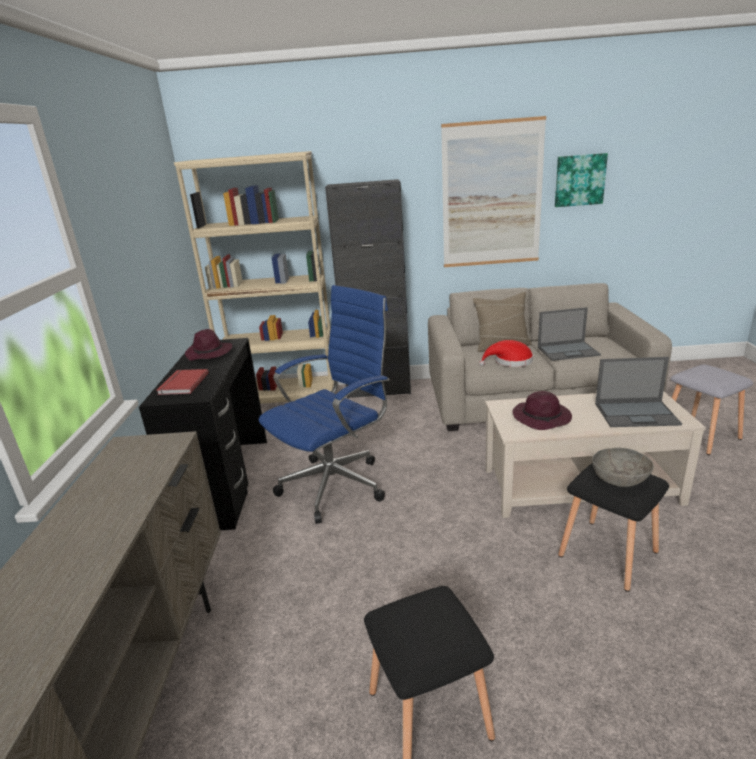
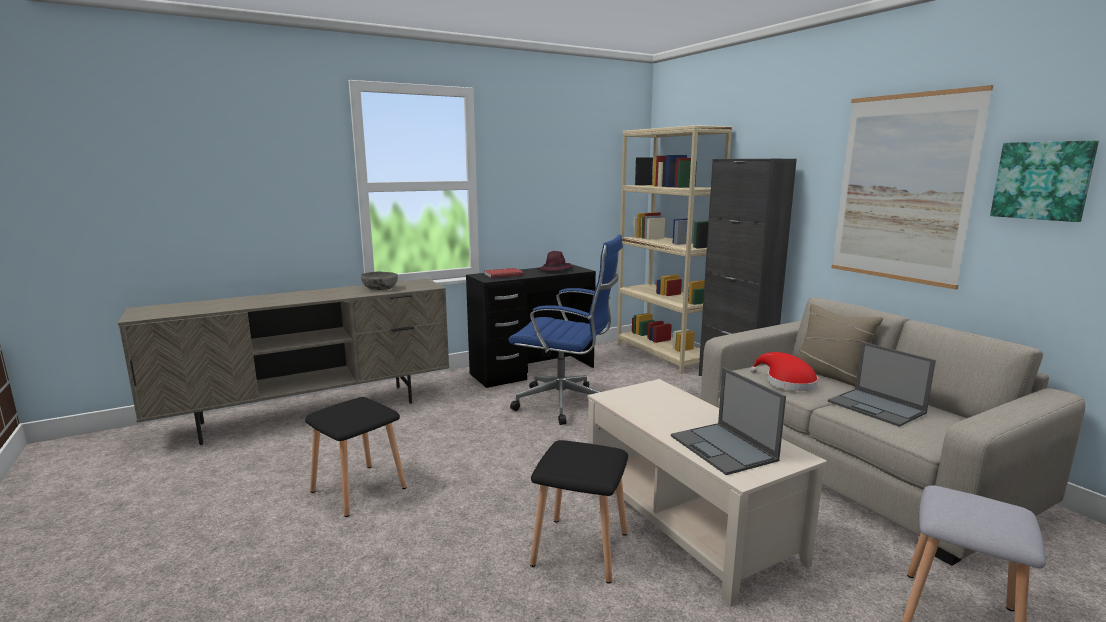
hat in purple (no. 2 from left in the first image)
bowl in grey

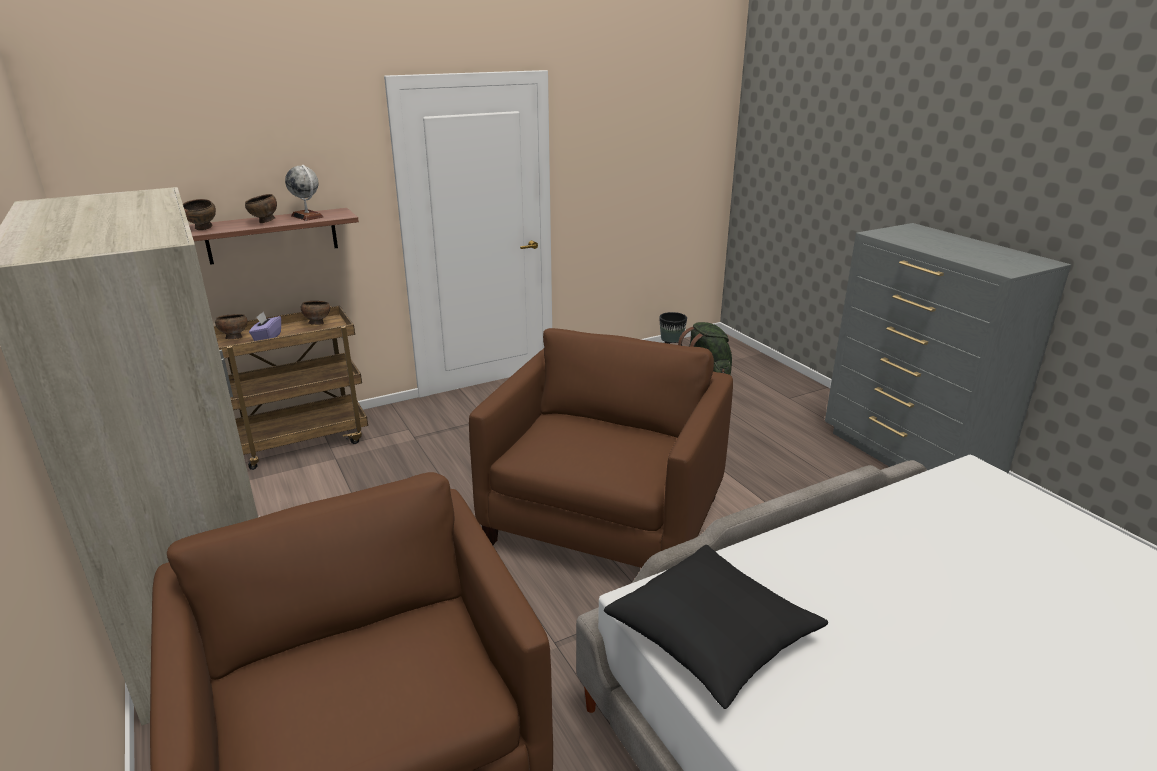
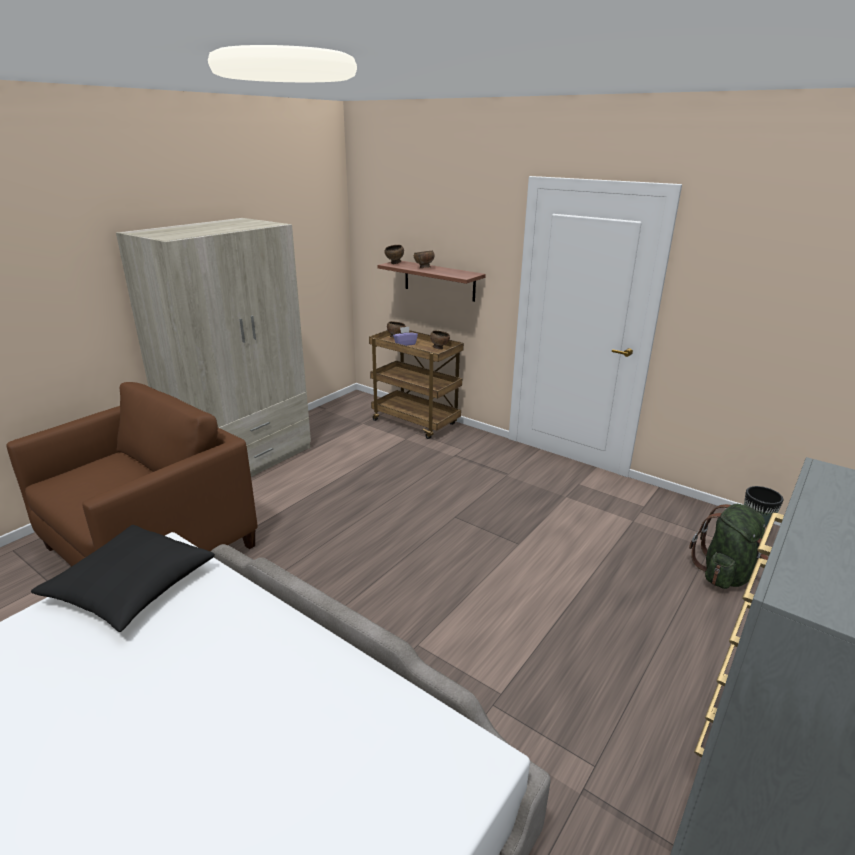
globe
armchair in brown (no. 2 from left in the first image)

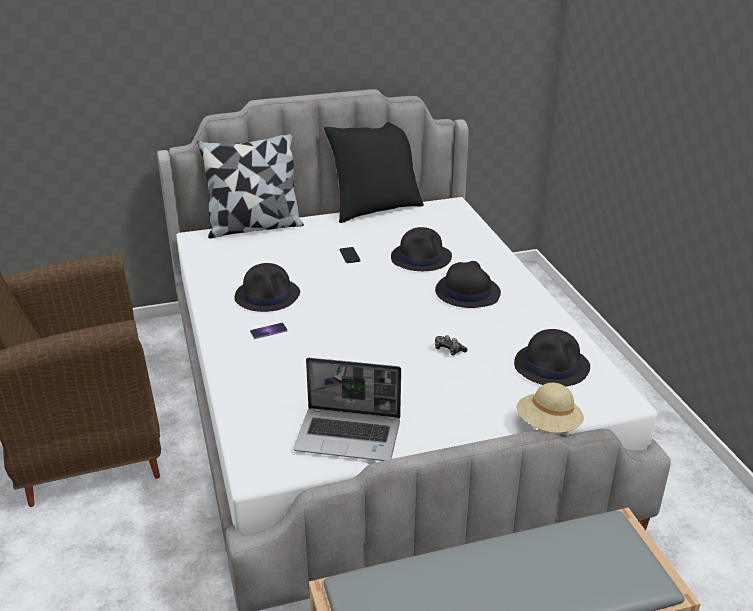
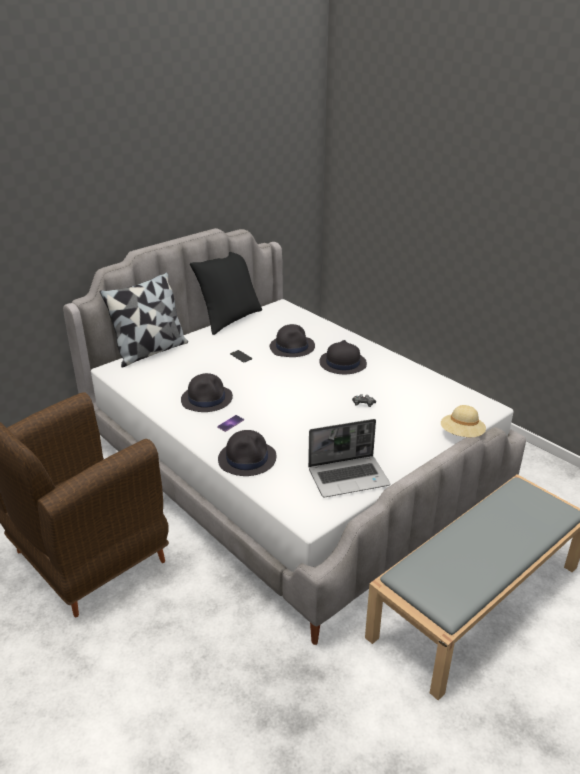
hat in black (no. 2 from left)

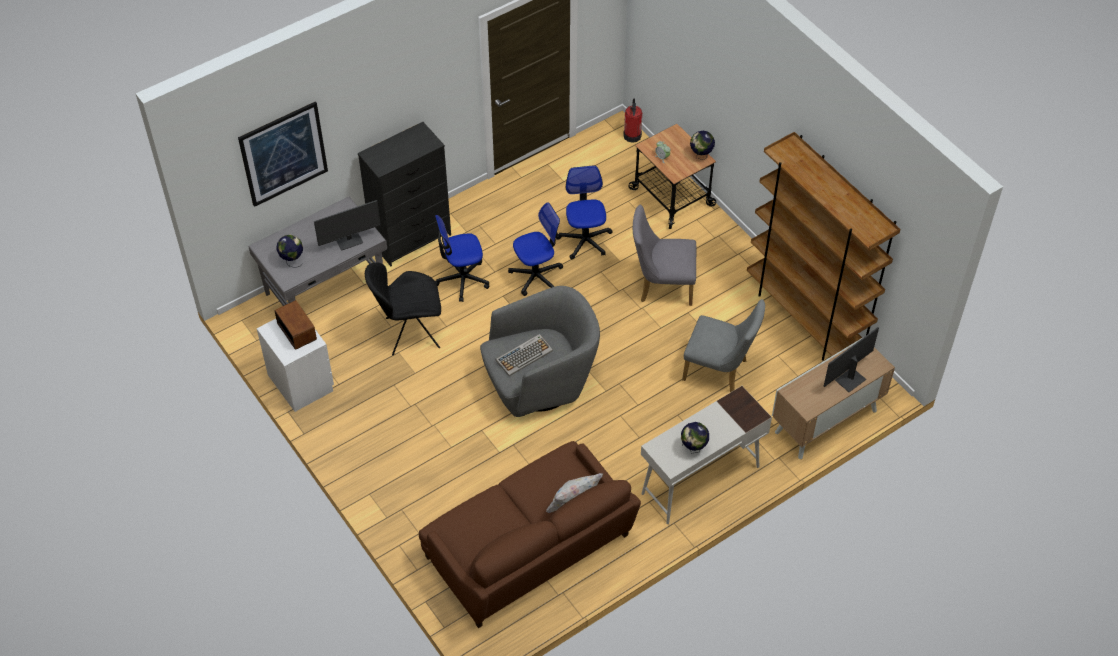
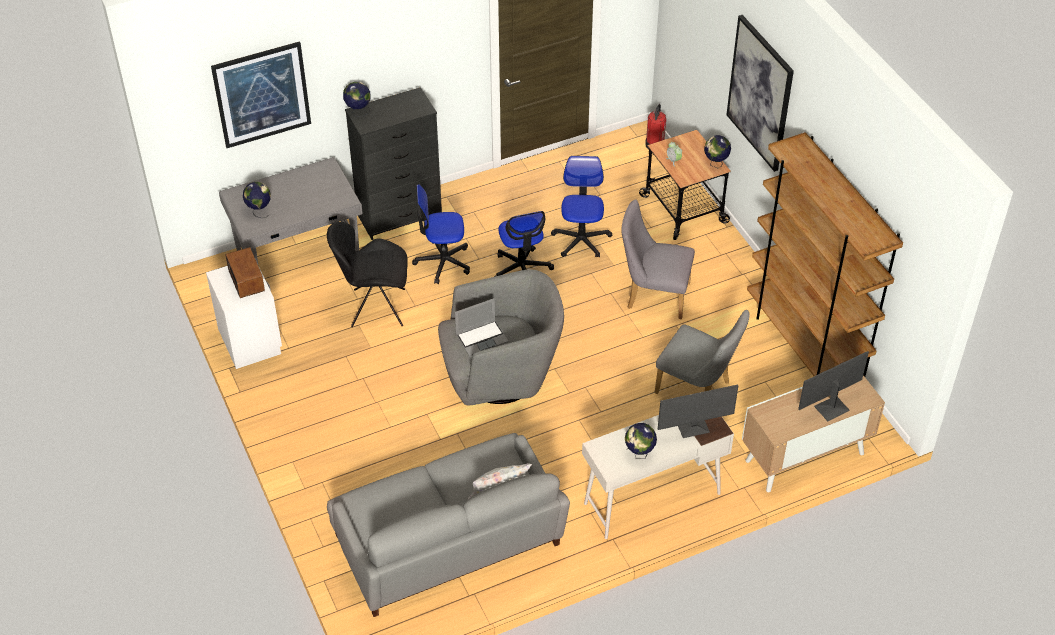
monitor (no. 1 from left)
office chair (no. 2 from left)
laptop
sofa in grey
picture (no. 2 from left)
globe (no. 2 from left)

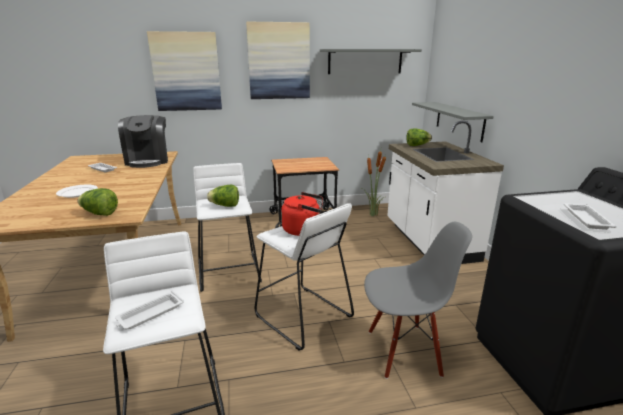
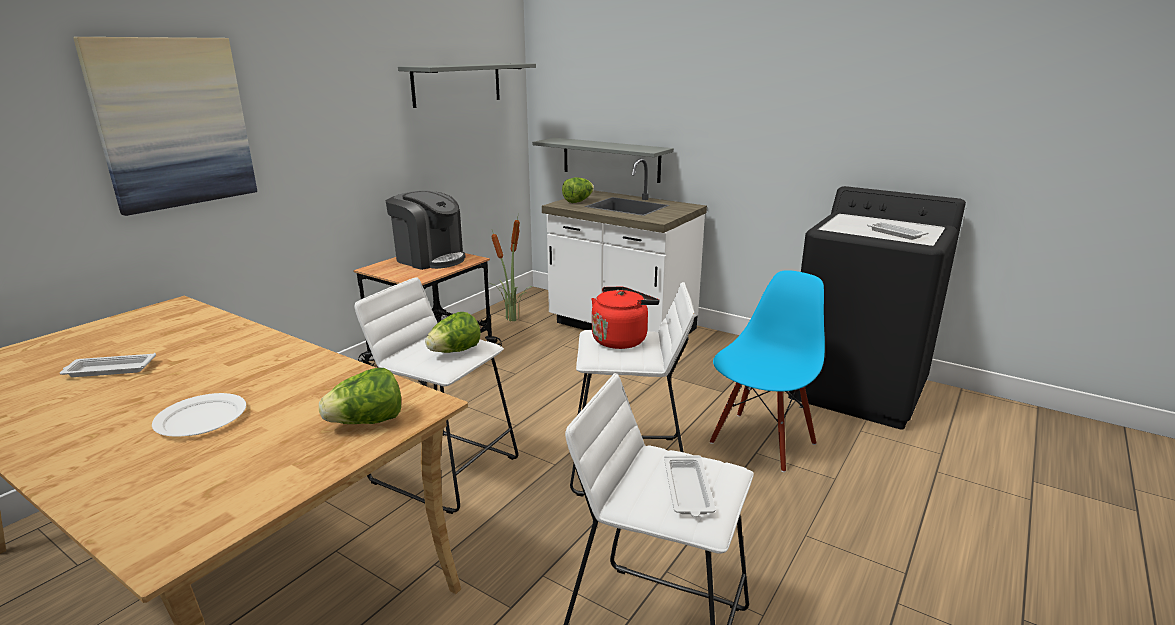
picture (no. 2 from left in the first image)
coffee machine
chair in blue

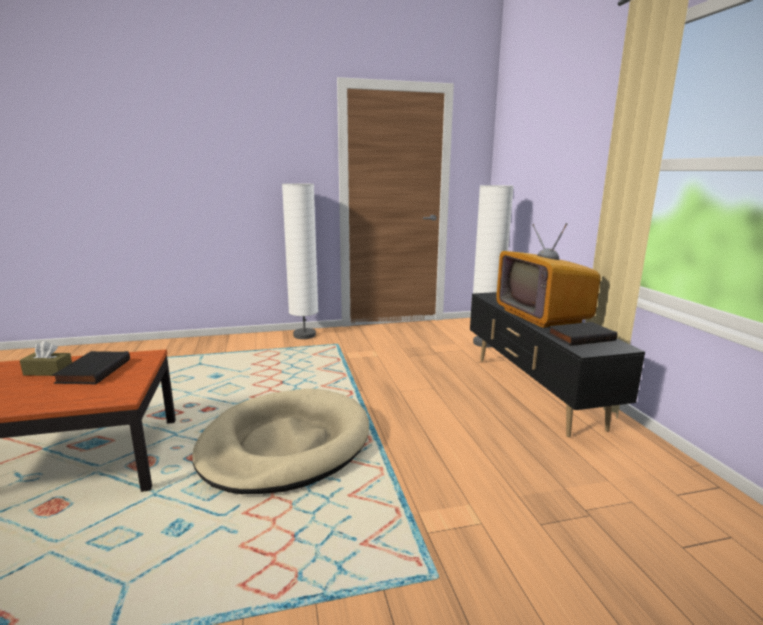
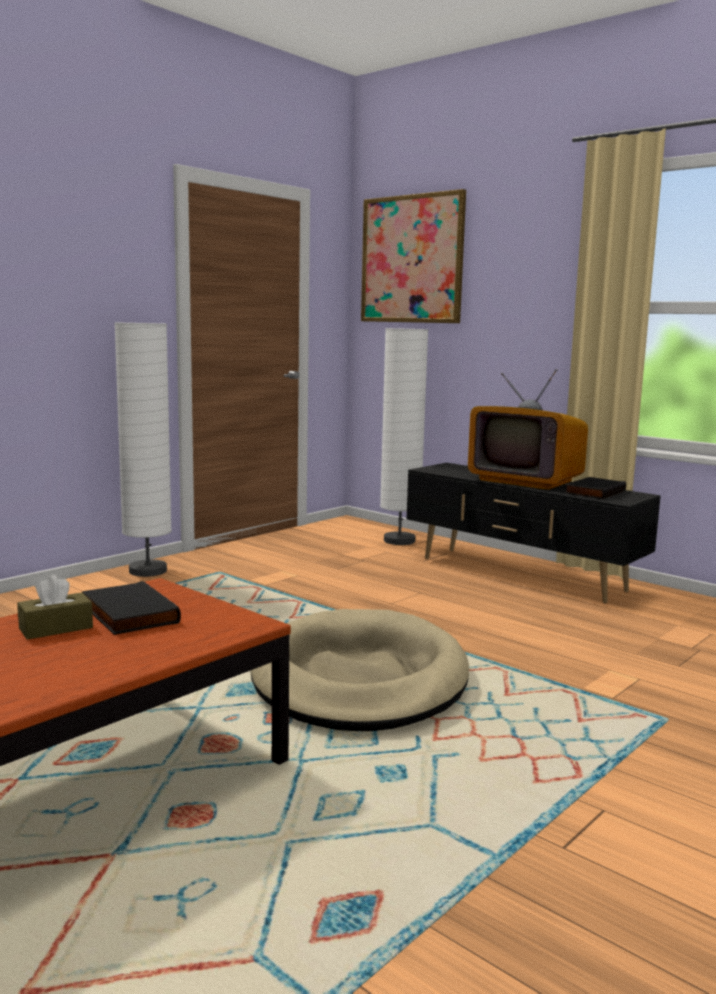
picture

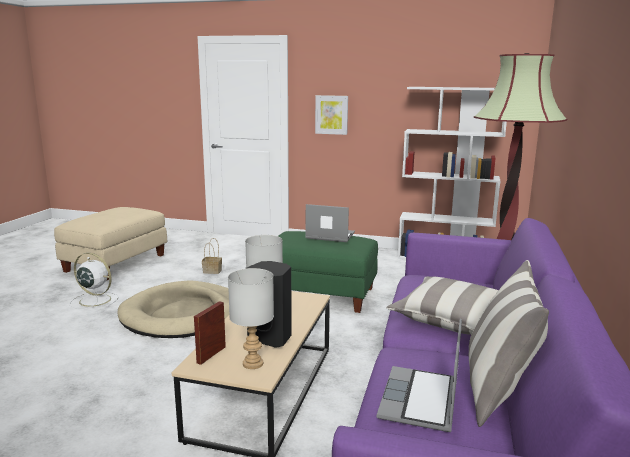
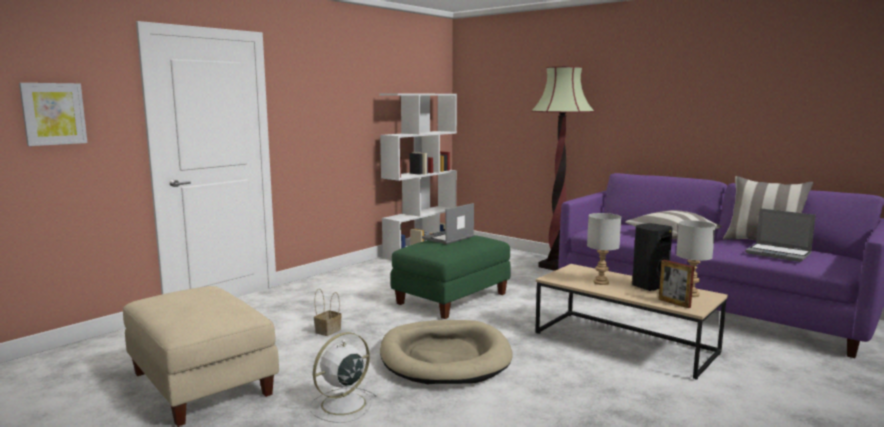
picture

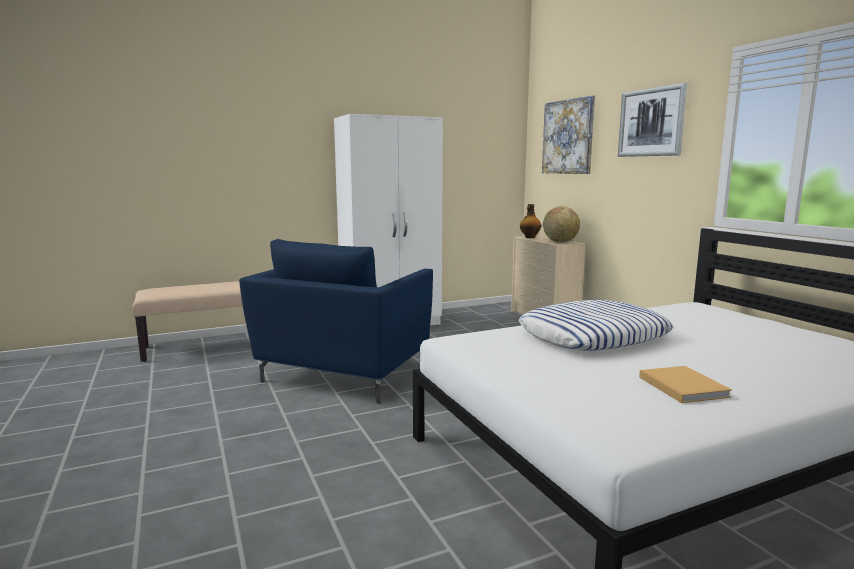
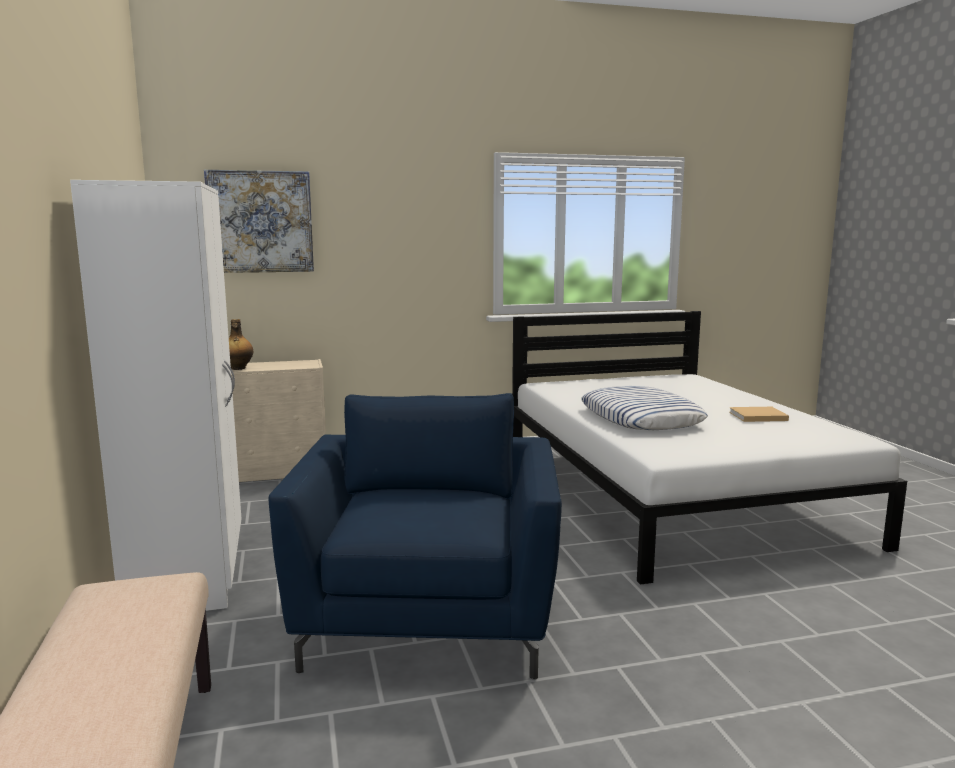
picture (no. 2 from left in the first image)
globe
armchair in blue

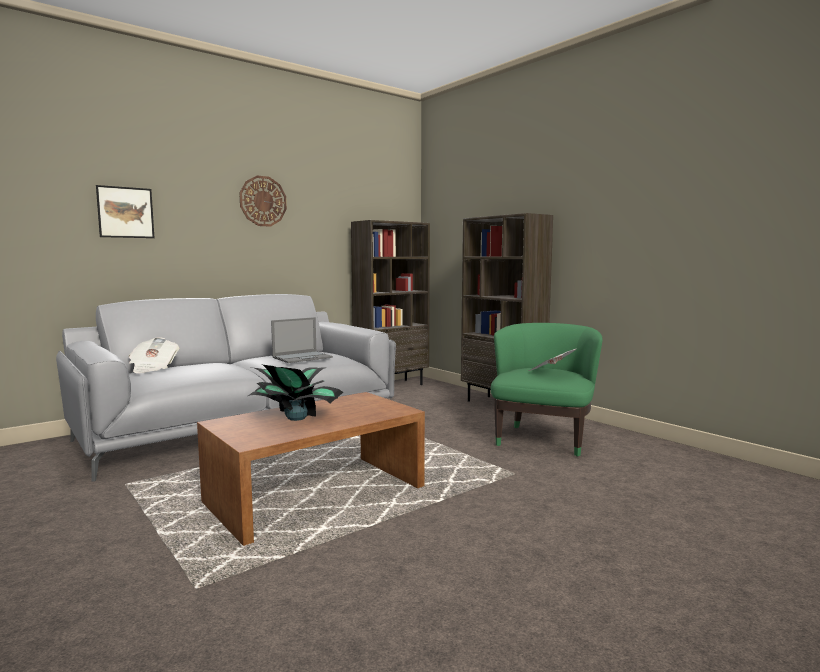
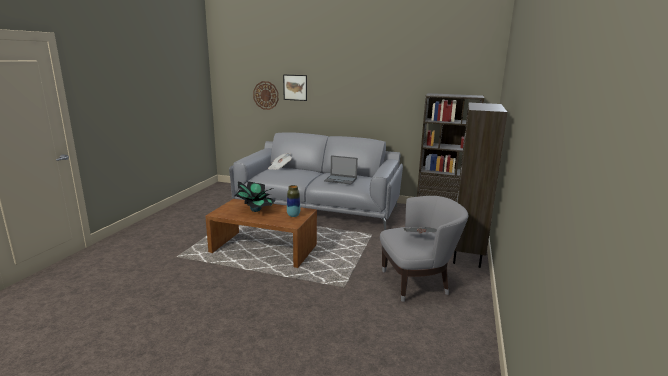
wall clock
armchair in grey
vase

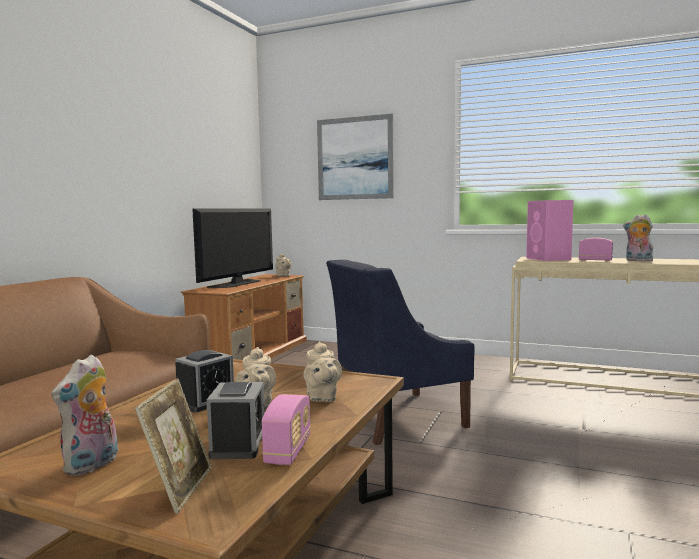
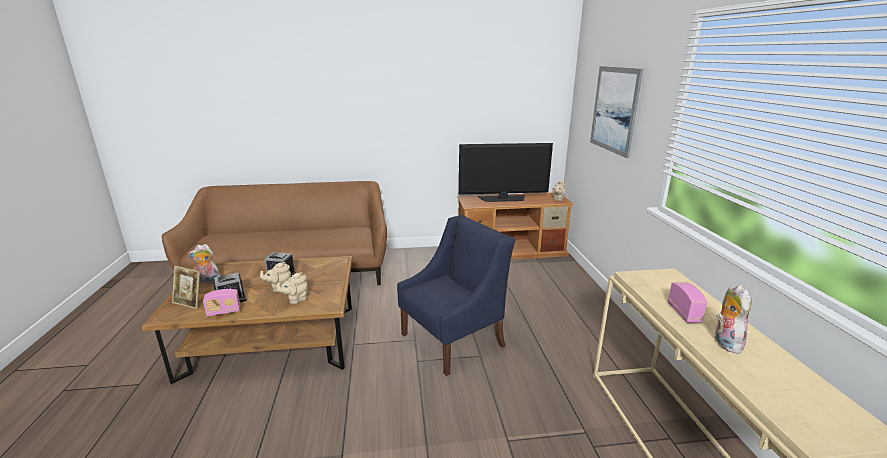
speaker in pink
armchair in blue
picture frame

